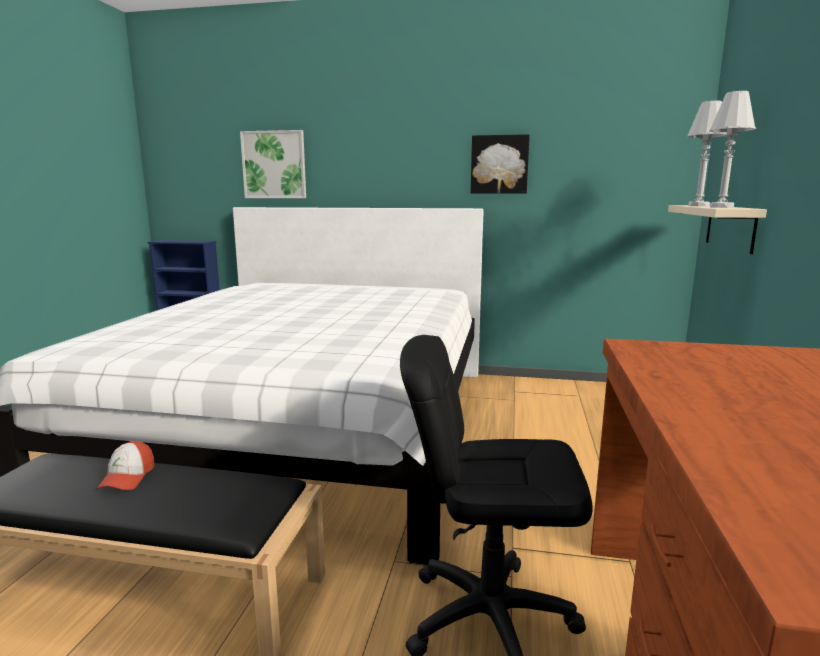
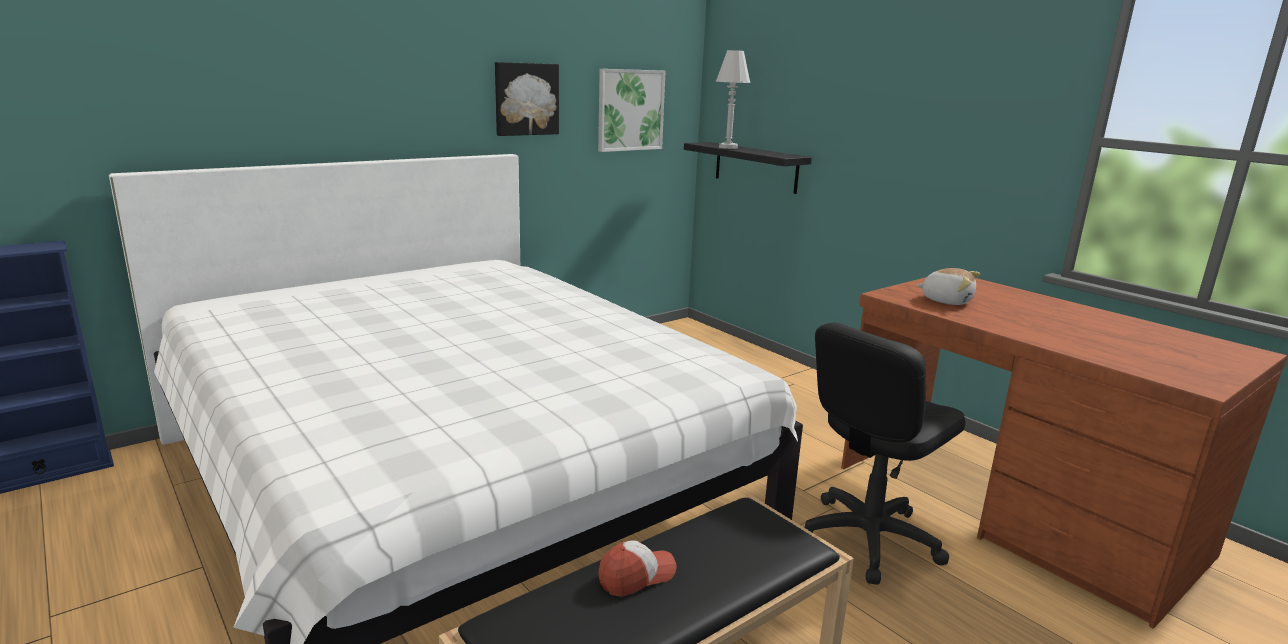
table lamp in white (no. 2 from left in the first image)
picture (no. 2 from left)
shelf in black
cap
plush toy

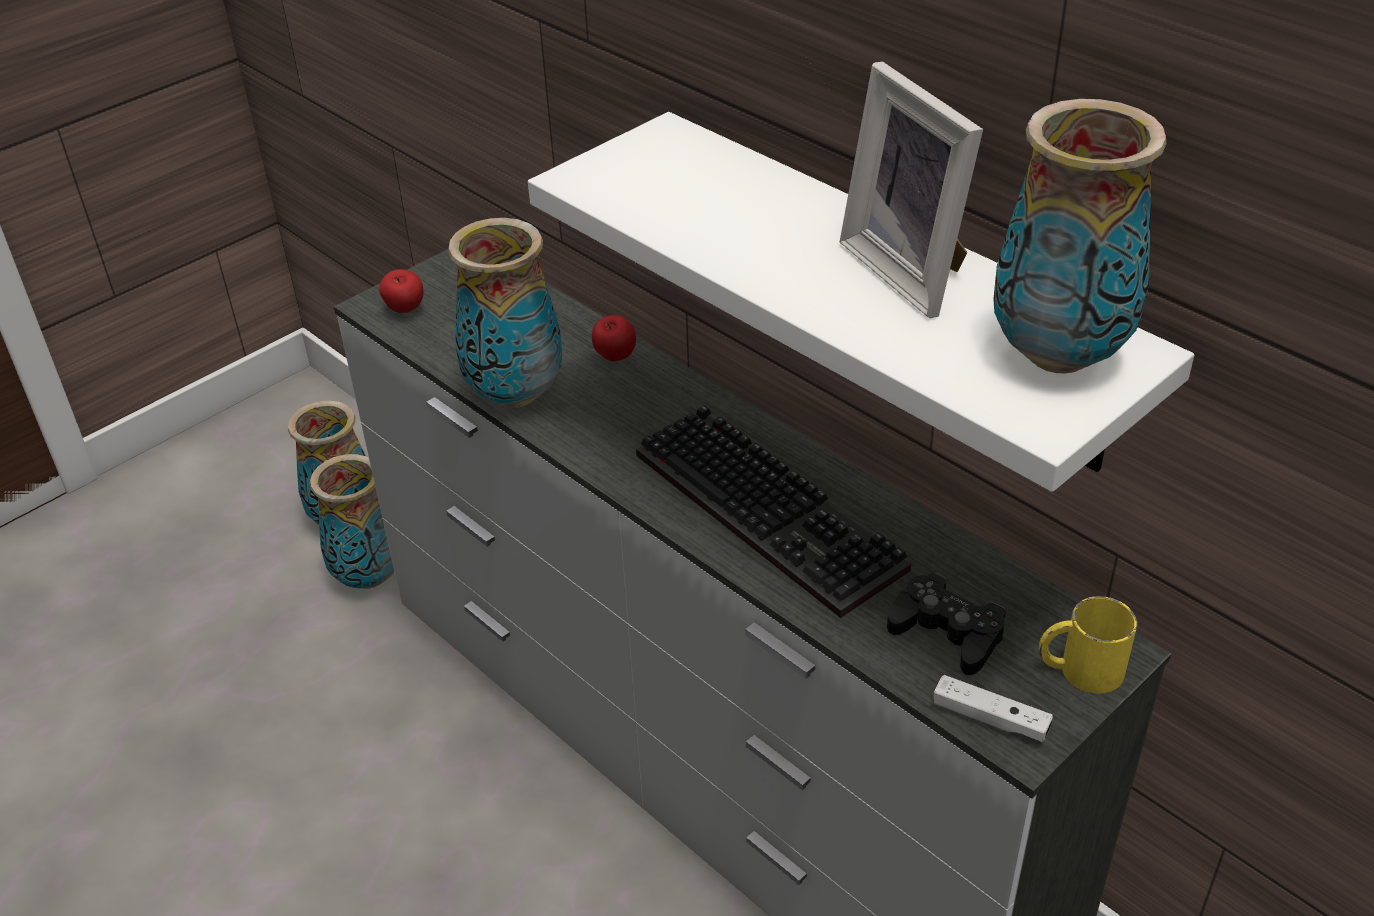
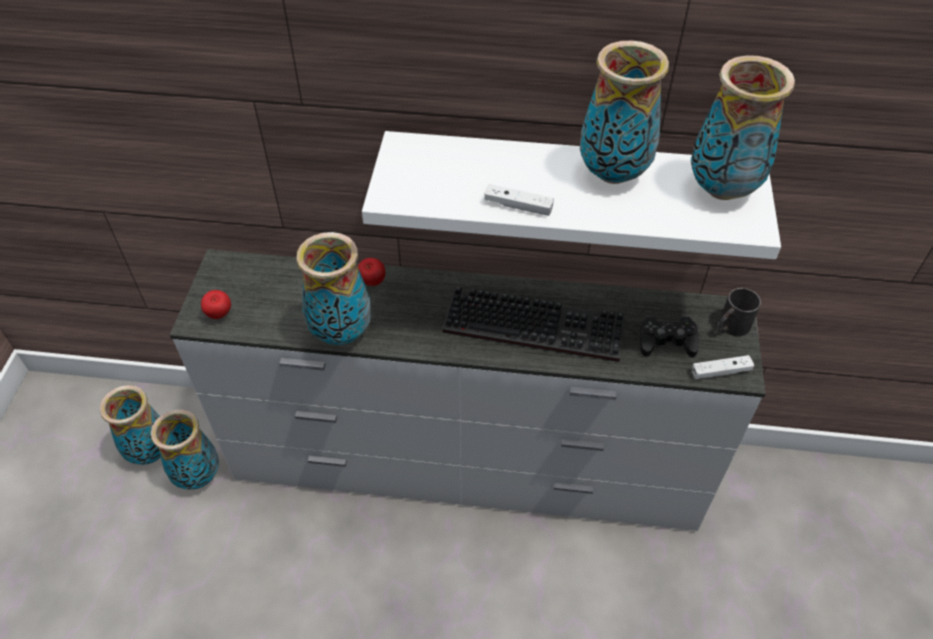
vase (no. 4 from left)
mug in black
game controller in white (no. 1 from left)

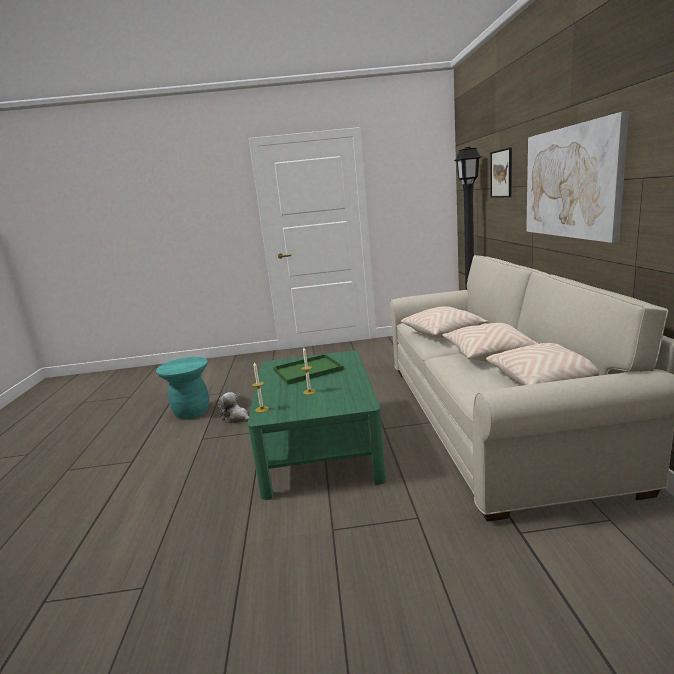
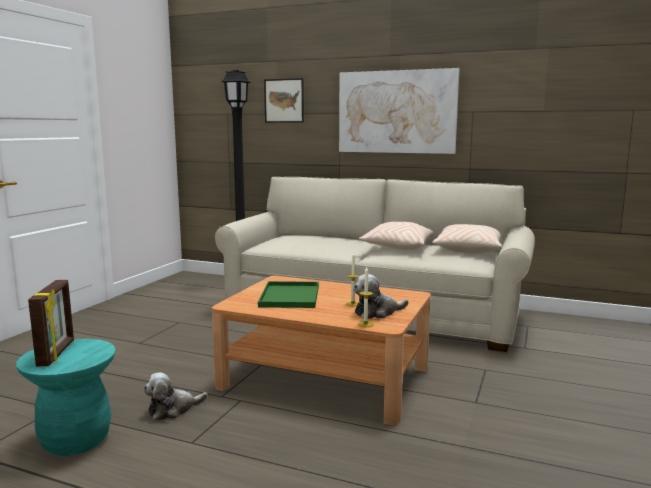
pillow in beige (no. 1 from left in the first image)
coffee table in brown
plush toy (no. 2 from left)
picture frame

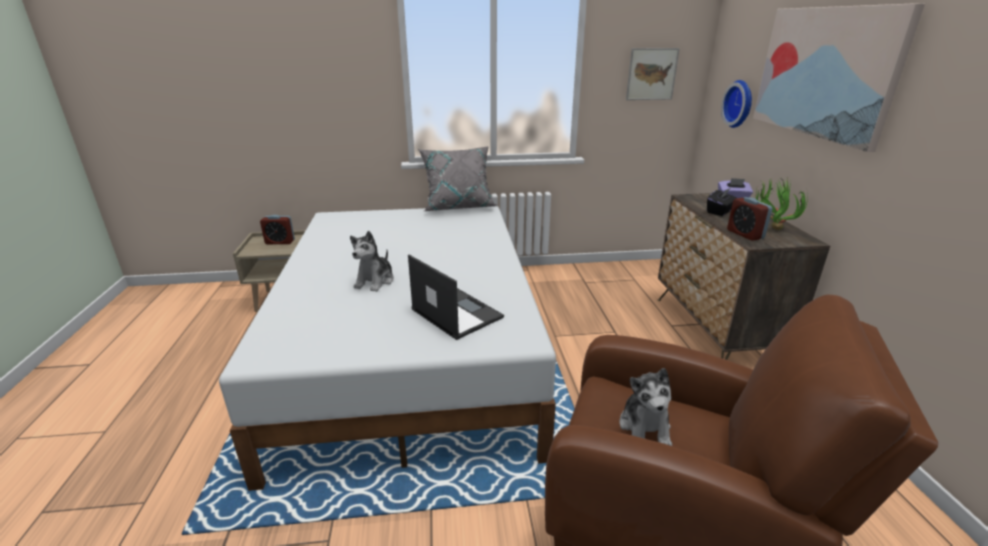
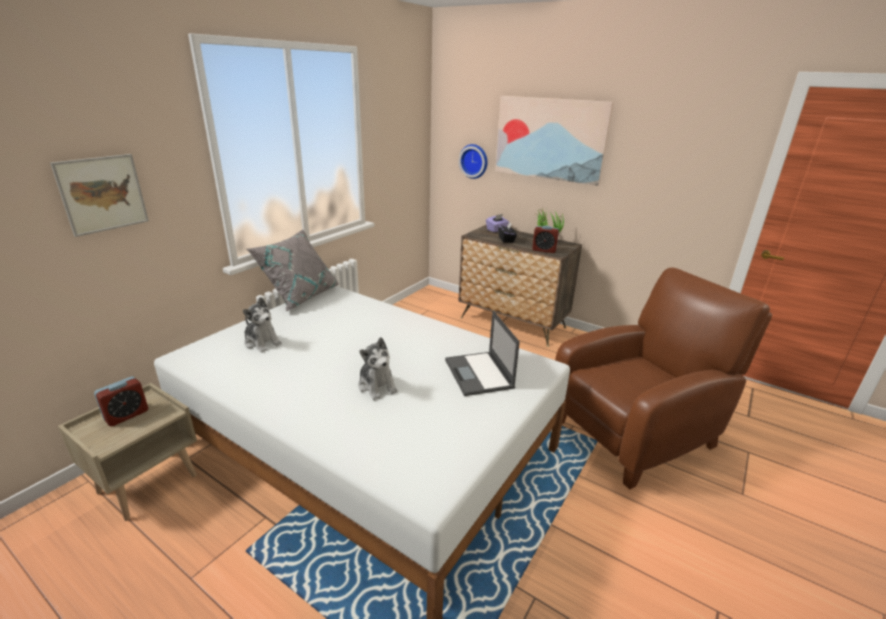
picture (no. 1 from left)
laptop
plush toy (no. 1 from left)

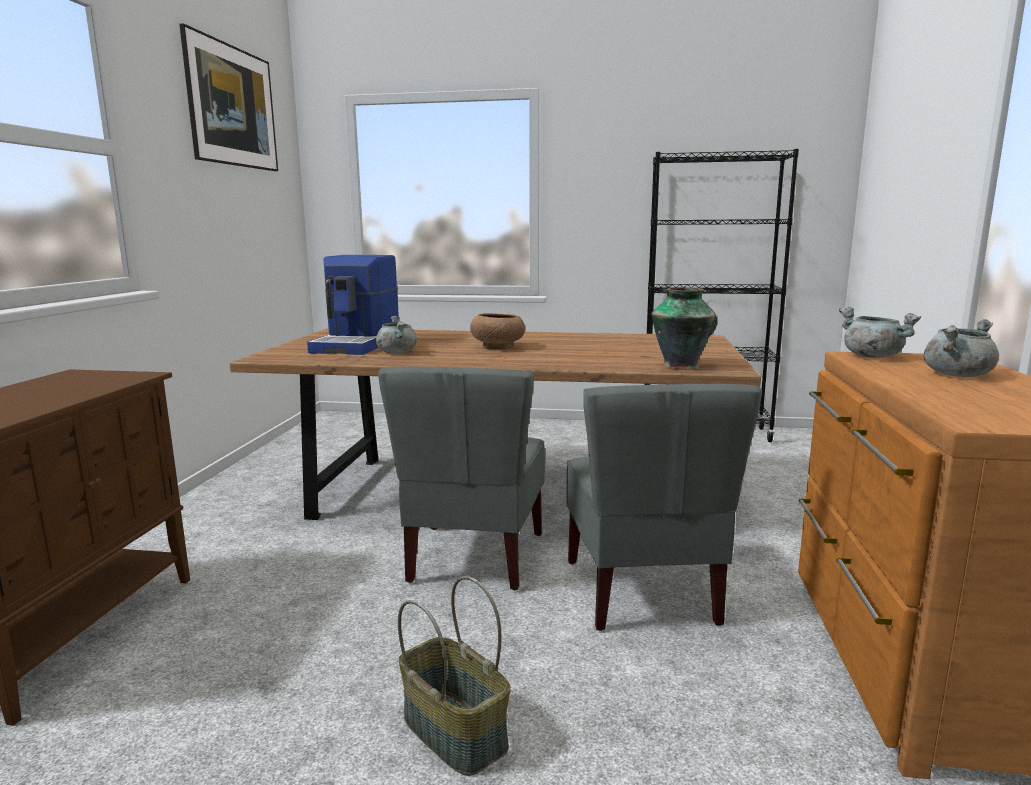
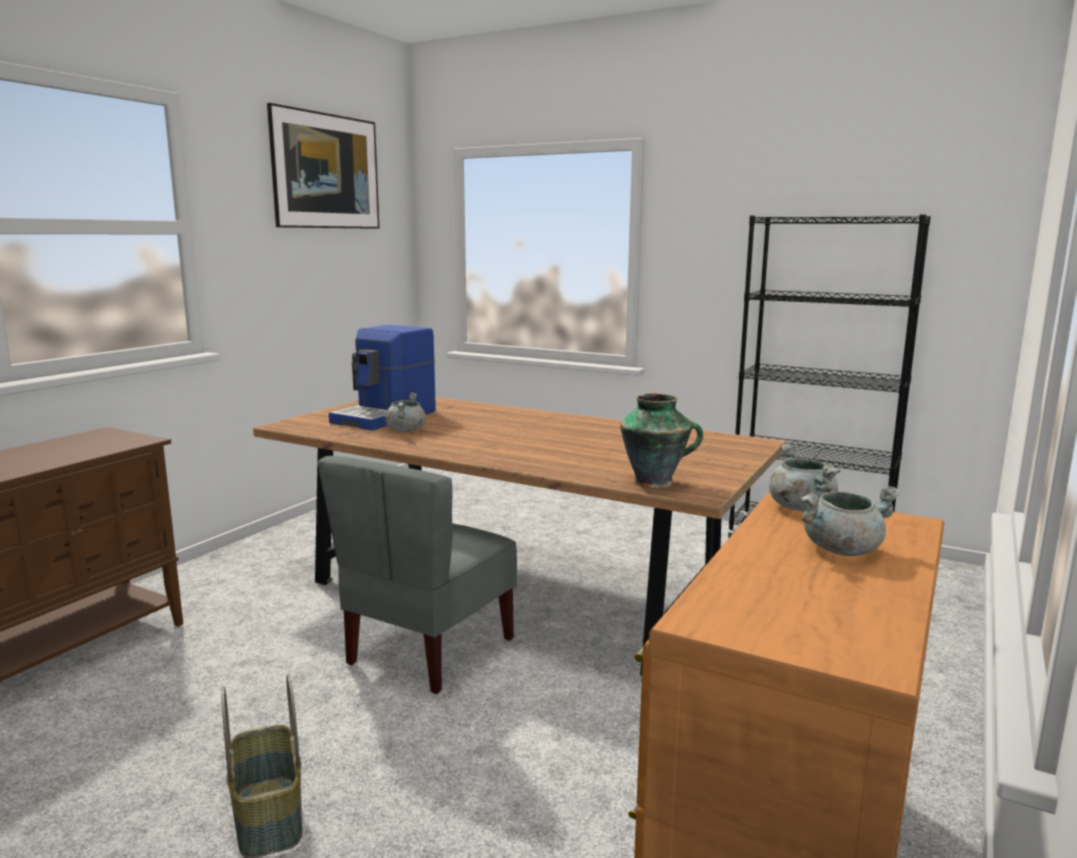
bowl in brown
chair in grey (no. 2 from left in the first image)

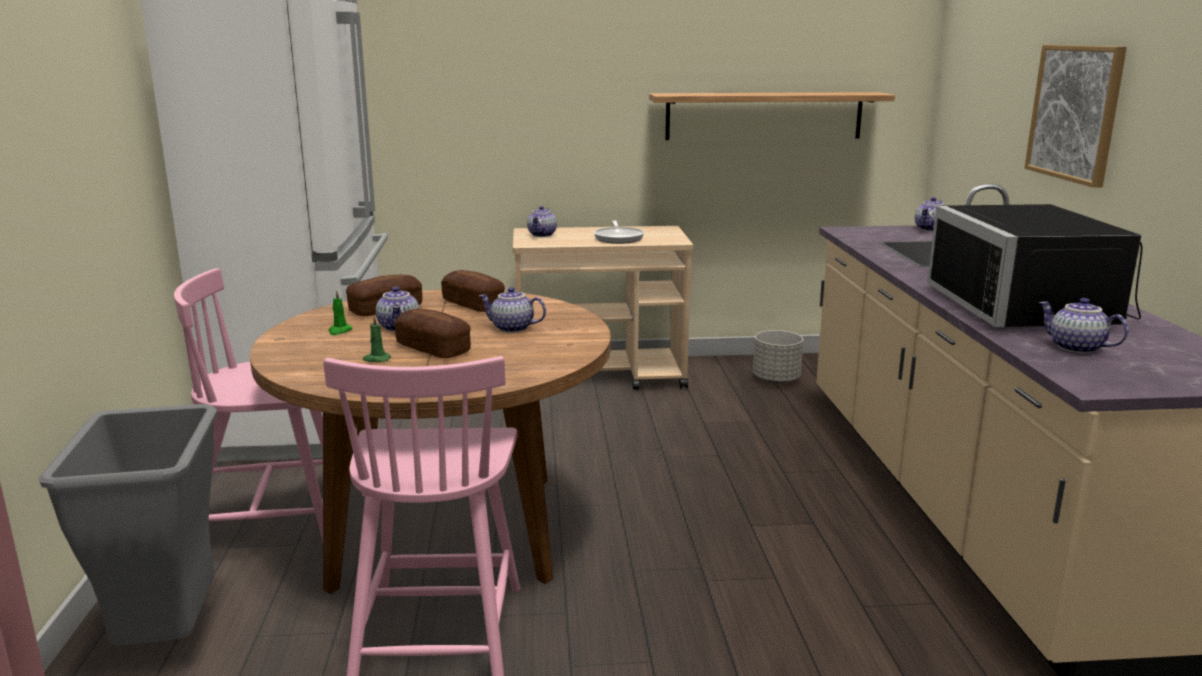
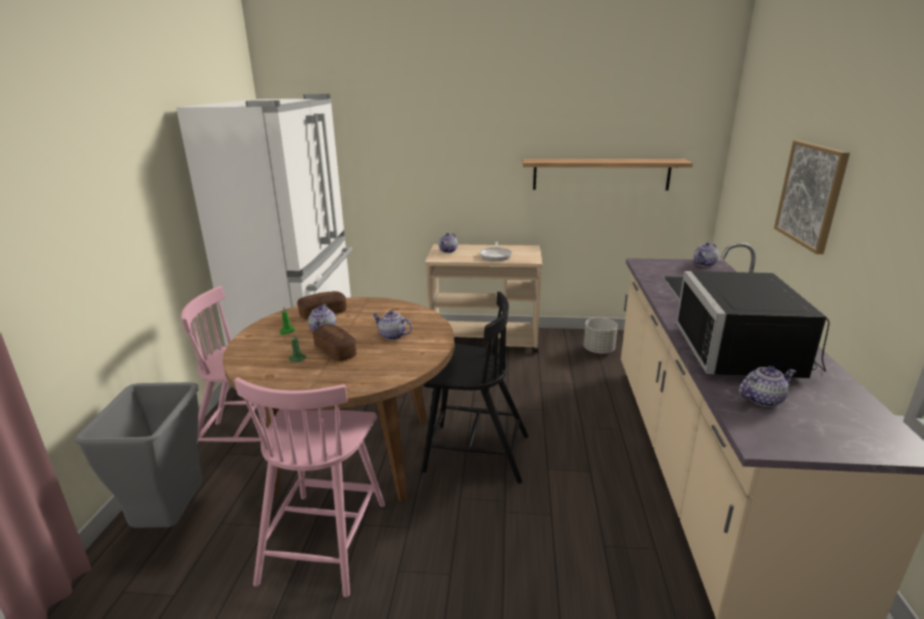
bread (no. 3 from left in the first image)
teapot (no. 5 from left)
chair in black

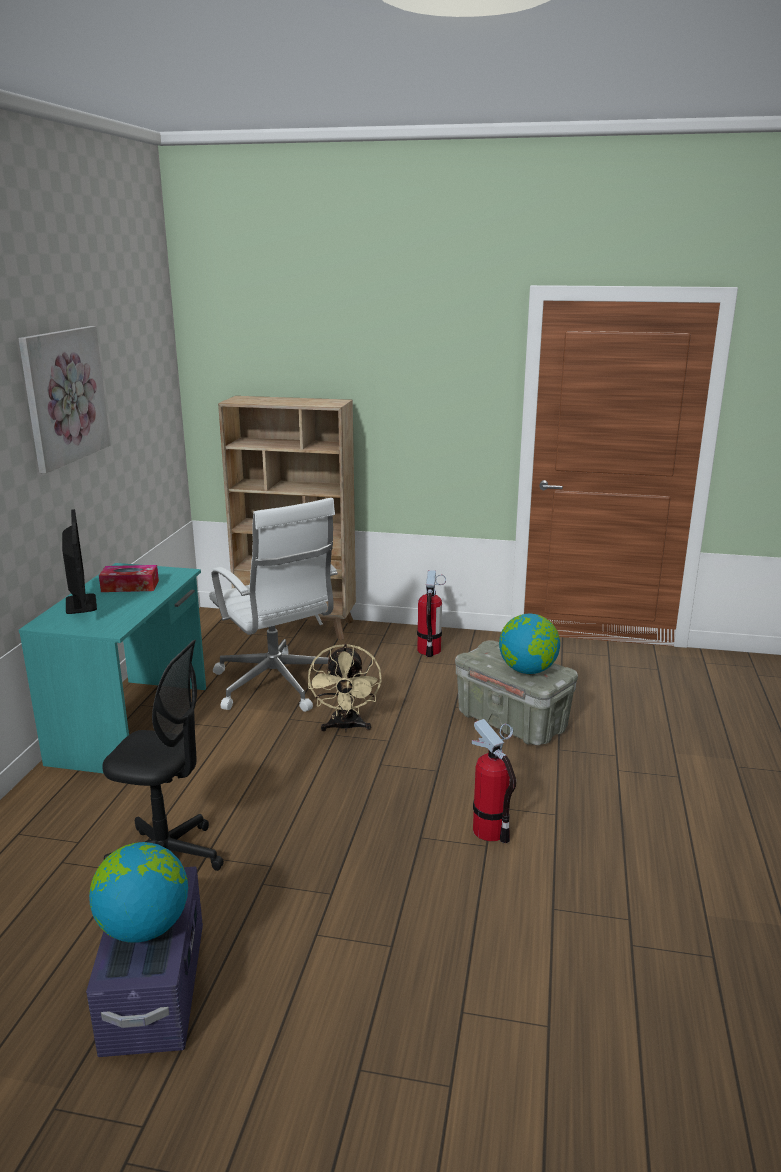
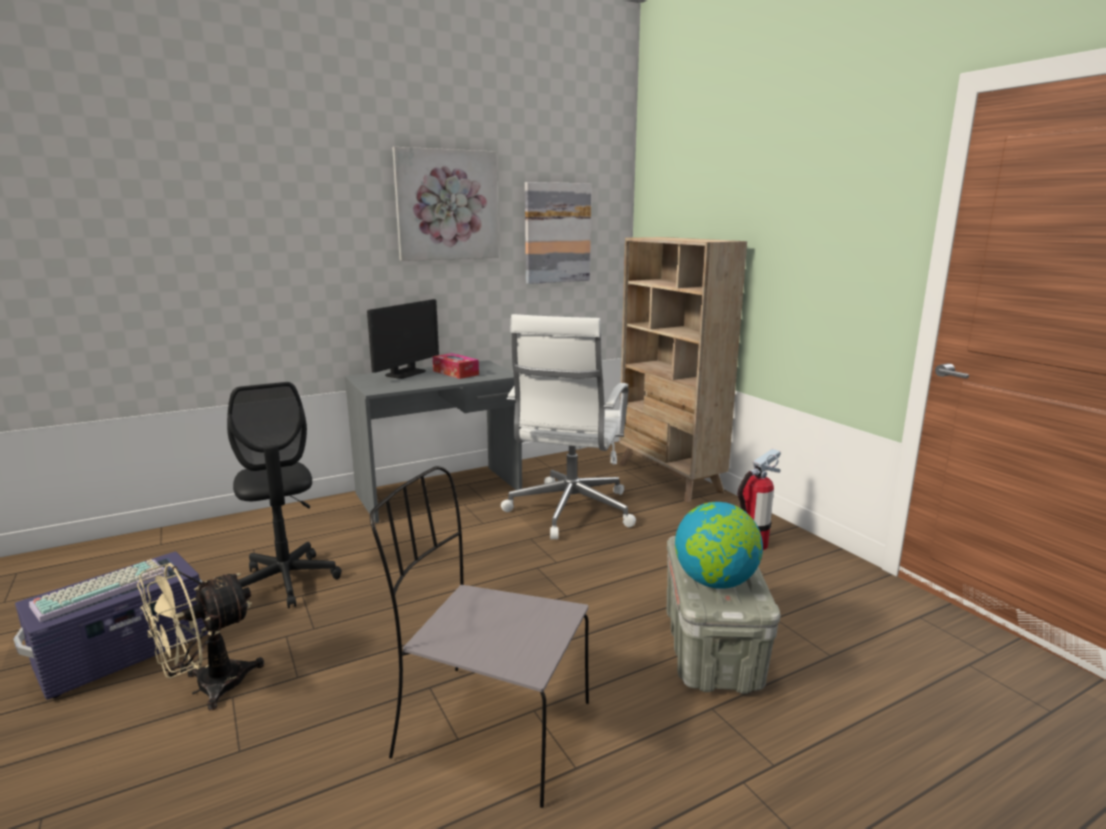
desk in grey
fan in beige
chair in grey
keyboard
picture (no. 2 from left)

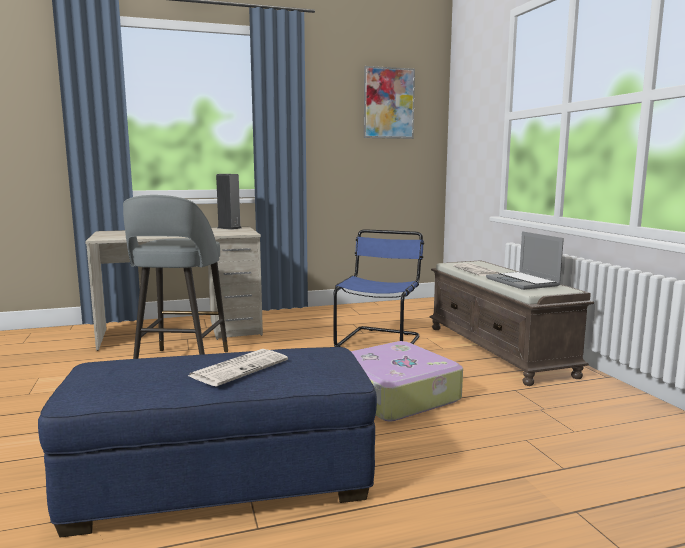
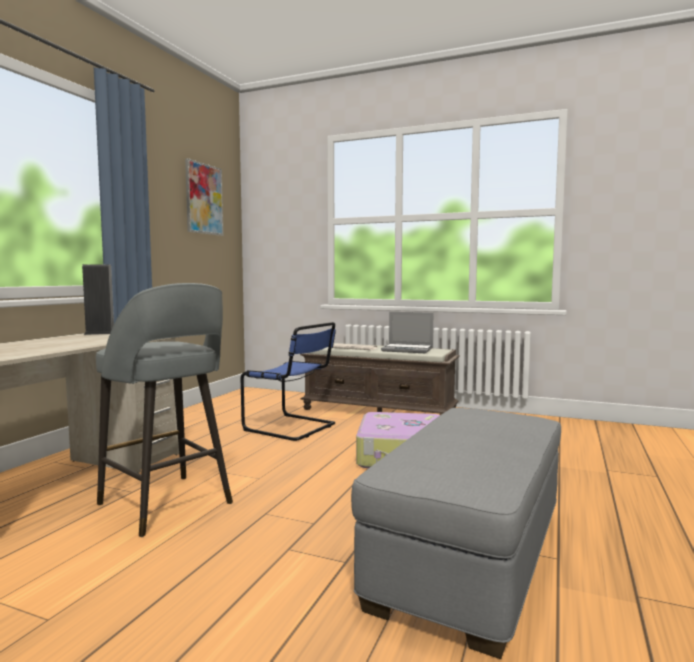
chair in blue
ottoman in grey
newspaper (no. 1 from left in the first image)

